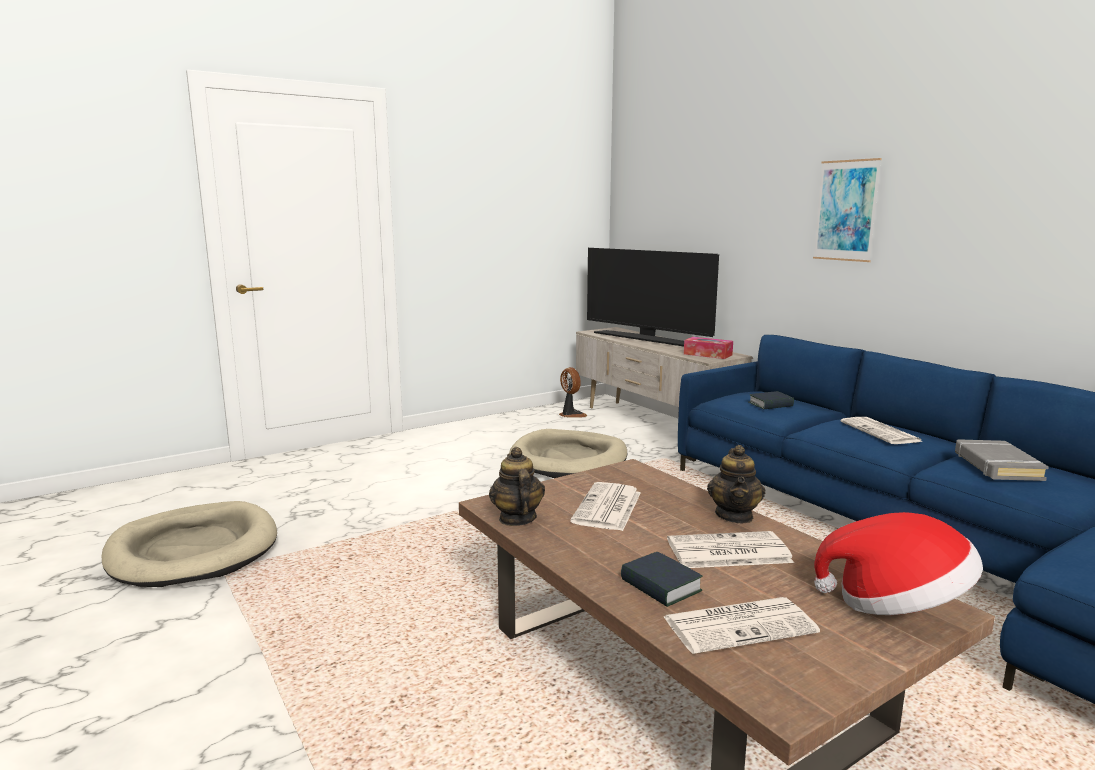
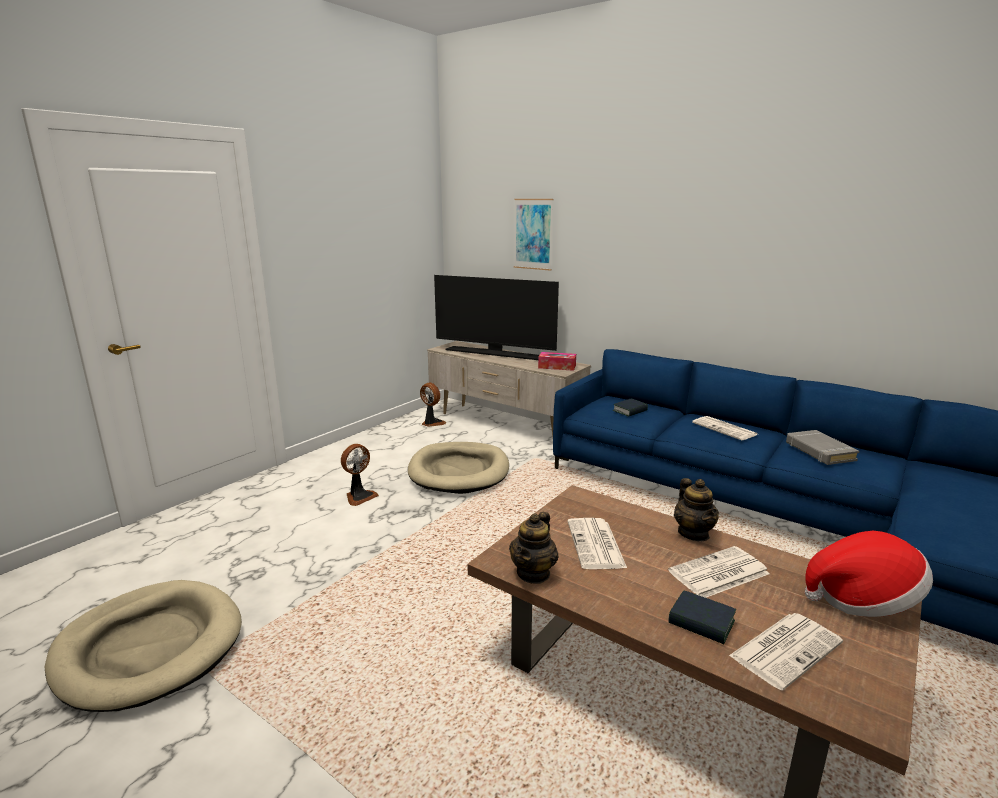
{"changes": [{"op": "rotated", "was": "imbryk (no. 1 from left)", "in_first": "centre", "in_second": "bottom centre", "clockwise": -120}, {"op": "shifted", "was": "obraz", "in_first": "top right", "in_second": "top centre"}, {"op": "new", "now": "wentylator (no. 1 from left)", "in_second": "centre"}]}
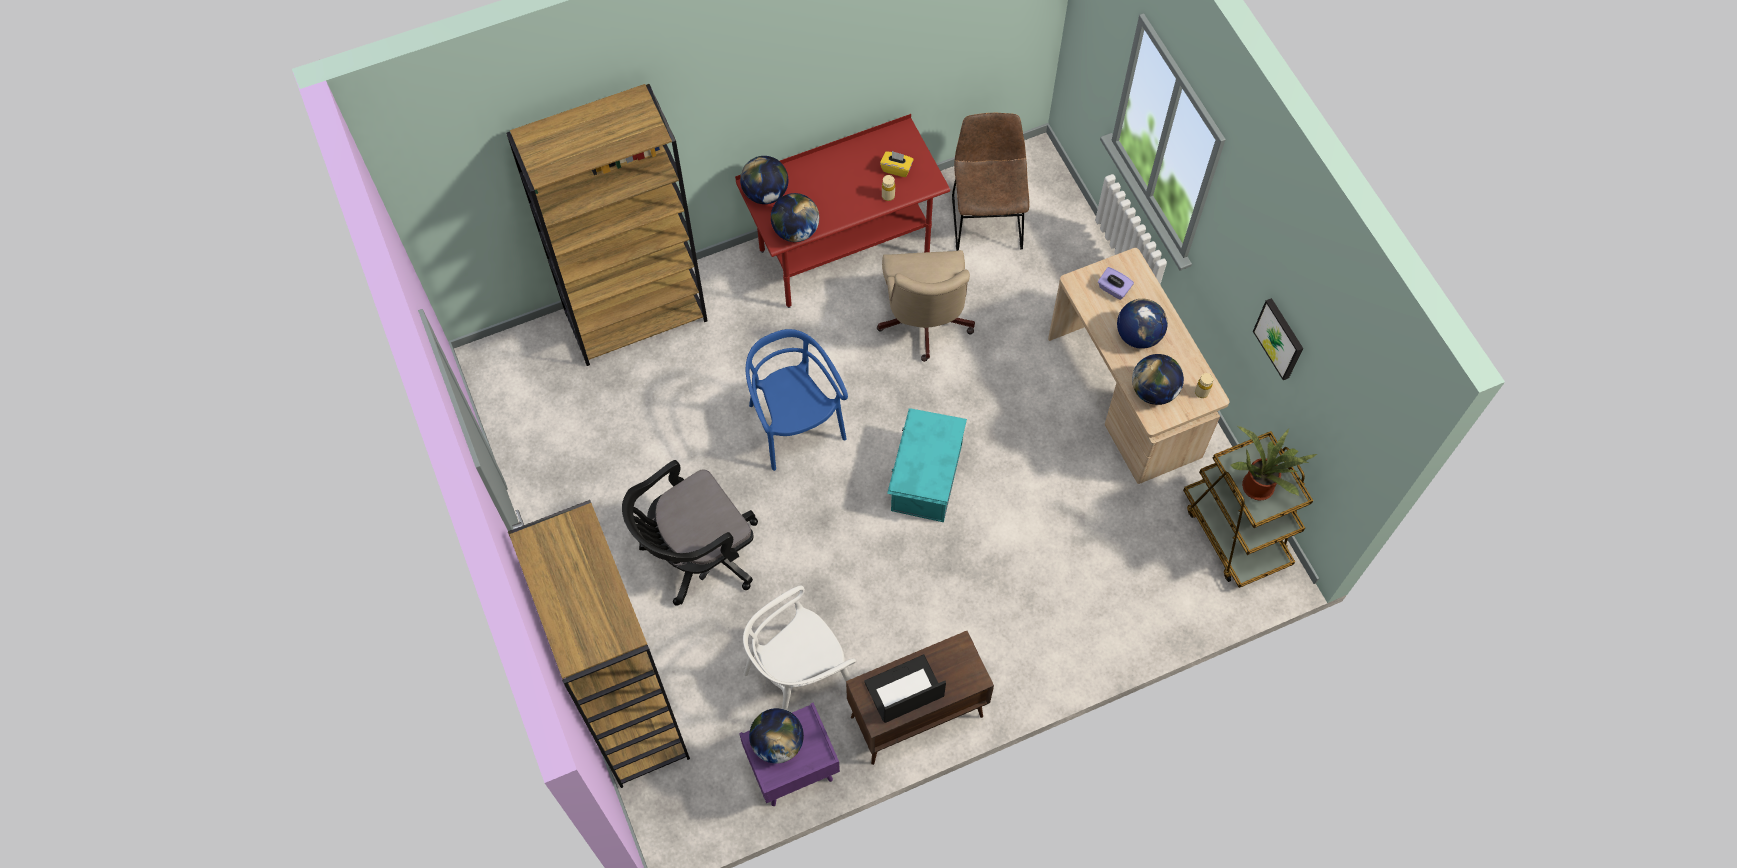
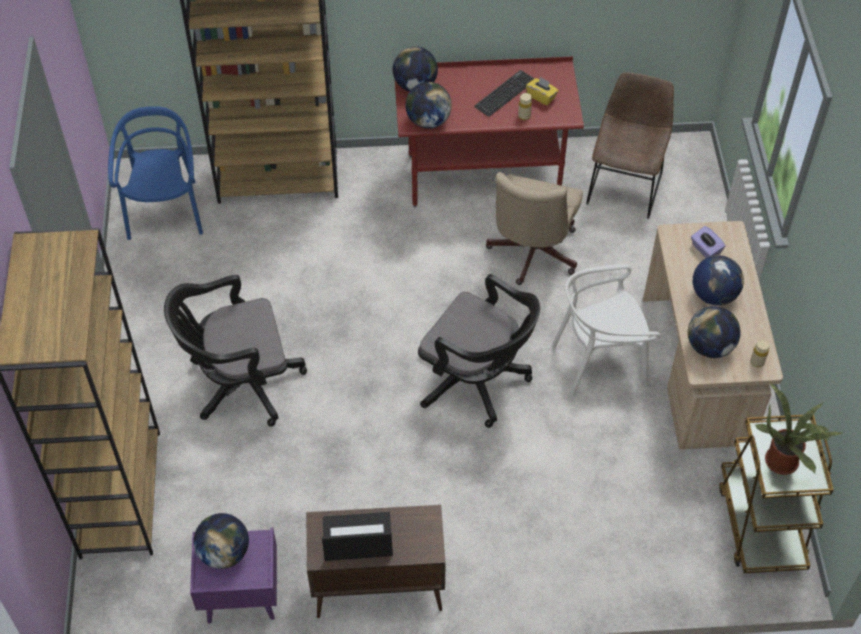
{"changes": [{"op": "shifted", "was": "krzesło (biały)", "in_first": "bottom centre", "in_second": "middle right"}, {"op": "shifted", "was": "krzesło (niebieski)", "in_first": "centre", "in_second": "top left"}, {"op": "swapped", "was": "pojemnik do przechowywania (turkusowy)", "now": "krzesło biurowe (czarny) (no. 2 from left)", "in_first": "centre", "in_second": "centre"}, {"op": "gone", "was": "obraz", "in_first": "middle right"}, {"op": "new", "now": "klawiatura", "in_second": "top centre"}]}
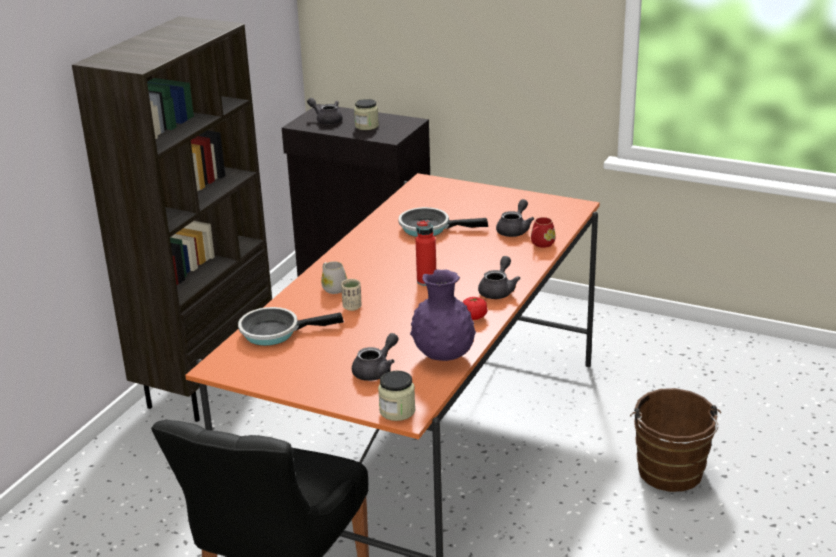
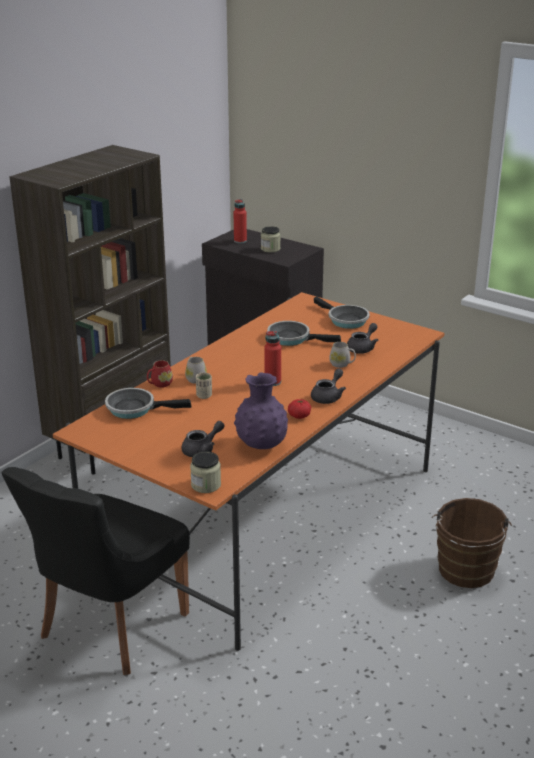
{"changes": [{"op": "swapped", "was": "imbryk (szary) (no. 1 from left)", "now": "butelka (czerwony) (no. 1 from left)", "in_first": "top centre", "in_second": "top centre"}, {"op": "shifted", "was": "kubek (czerwony)", "in_first": "centre", "in_second": "middle left"}, {"op": "new", "now": "patelnia (no. 3 from left)", "in_second": "centre"}, {"op": "new", "now": "kubek (biały) (no. 2 from left)", "in_second": "centre"}]}
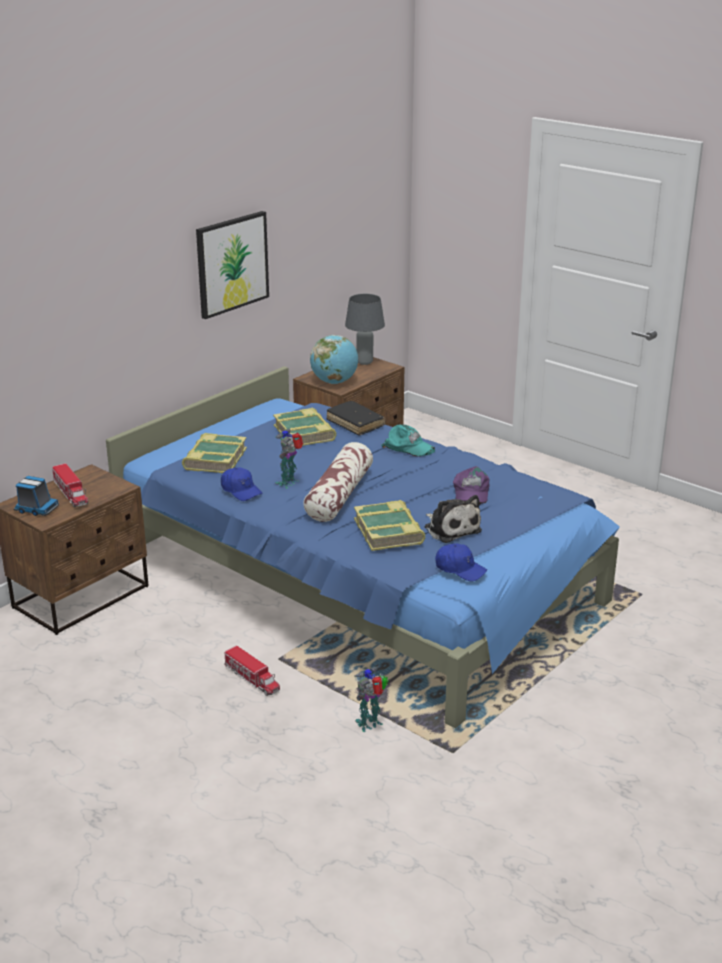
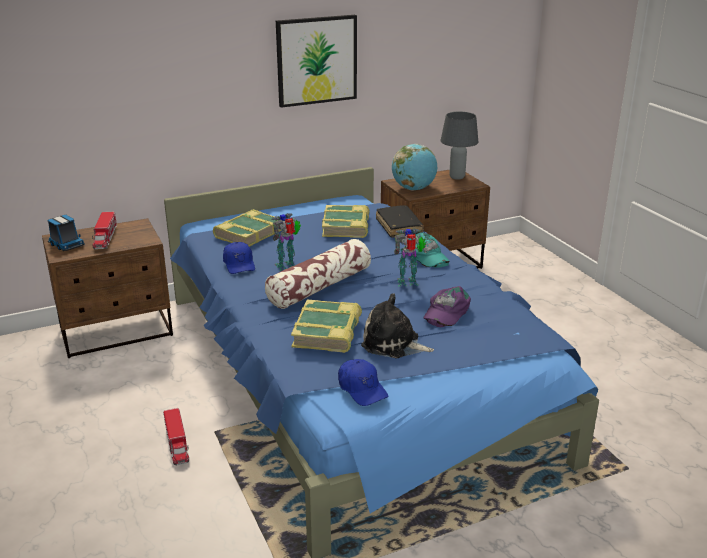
{"changes": [{"op": "shifted", "was": "robot zabawkowy (no. 2 from left)", "in_first": "bottom centre", "in_second": "centre"}, {"op": "rotated", "was": "pluszak", "in_first": "centre", "in_second": "centre", "clockwise": 120}]}
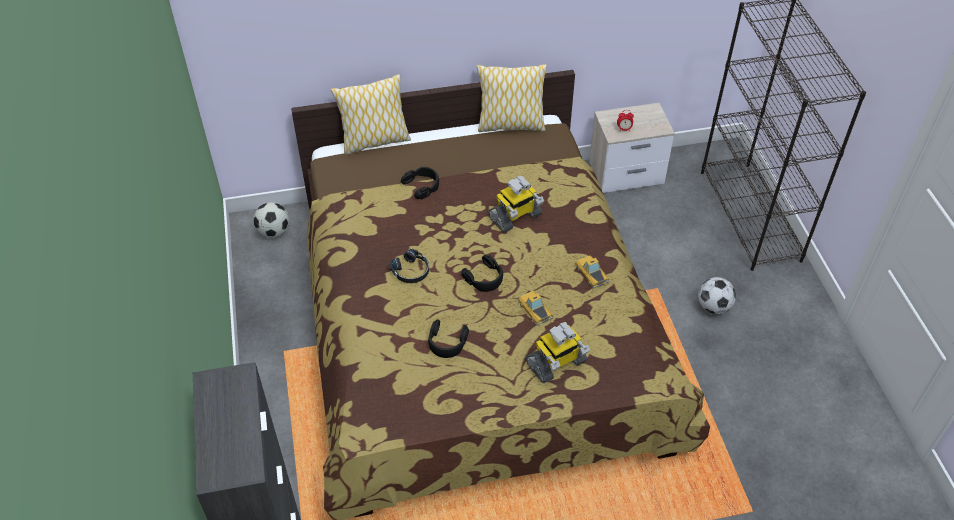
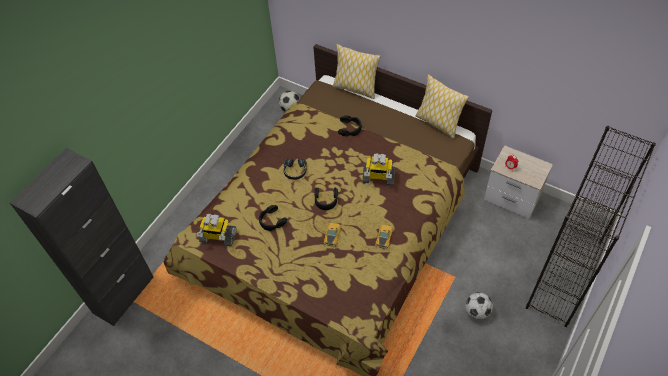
{"changes": [{"op": "shifted", "was": "robot zabawkowy (no. 2 from left in the first image)", "now": "robot zabawkowy (no. 1 from left)", "in_first": "bottom centre", "in_second": "middle left"}]}
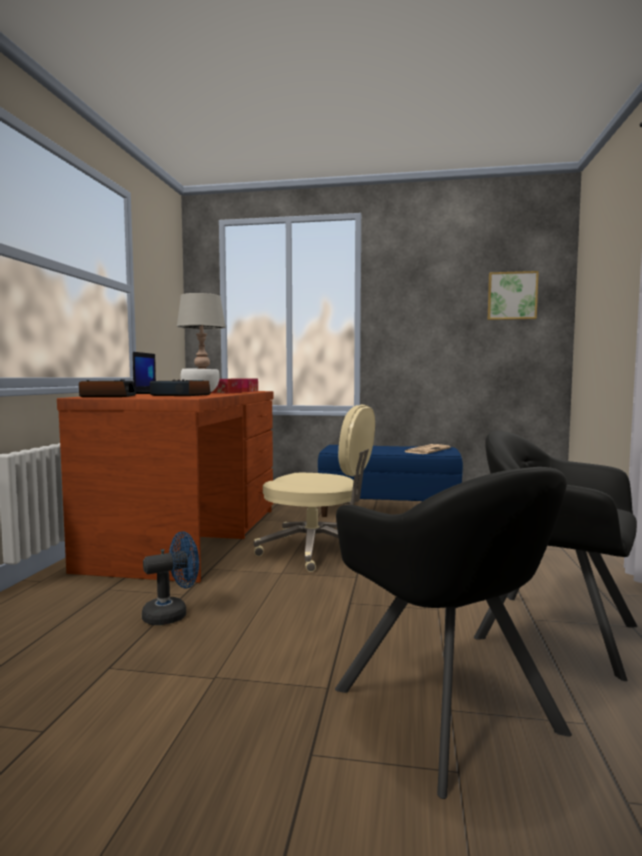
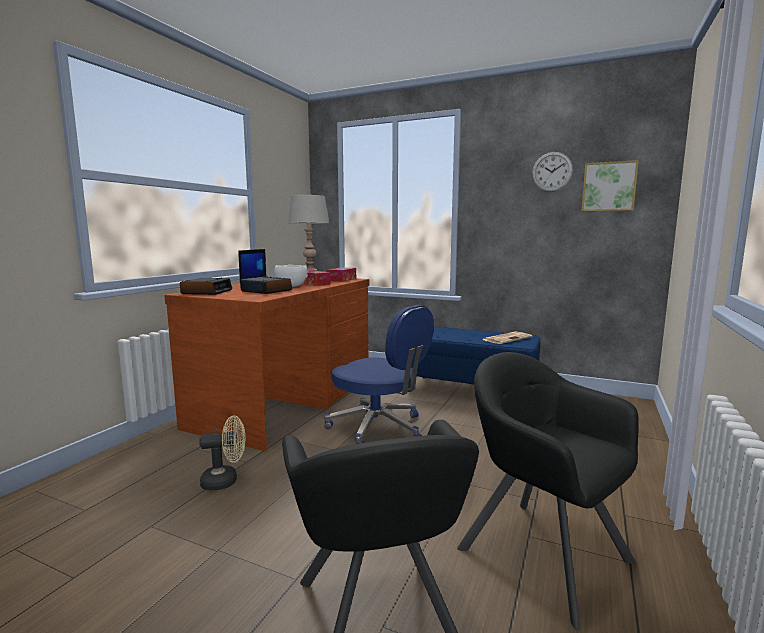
{"changes": [{"op": "repainted", "was": "wentylator (niebieski)", "now": "wentylator (beżowy)", "in_first": "bottom left", "in_second": "bottom left"}, {"op": "repainted", "was": "krzesło biurowe (beżowy)", "now": "krzesło biurowe (niebieski)", "in_first": "centre", "in_second": "centre"}, {"op": "new", "now": "zegar ścienny", "in_second": "top right"}]}
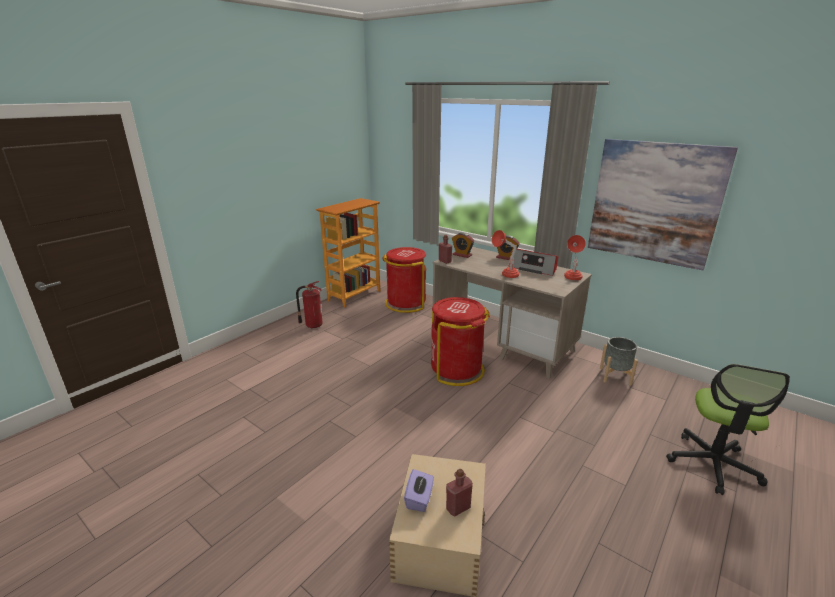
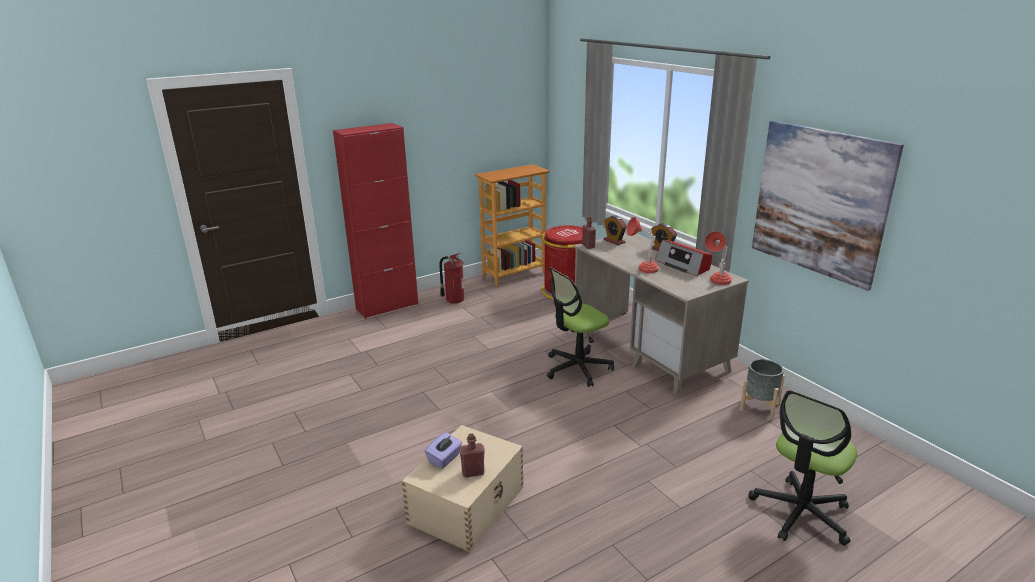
{"changes": [{"op": "swapped", "was": "kosz na śmieci (czerwony) (no. 2 from left)", "now": "krzesło biurowe (no. 1 from left)", "in_first": "centre", "in_second": "centre"}, {"op": "new", "now": "szafka (czerwony)", "in_second": "centre"}]}
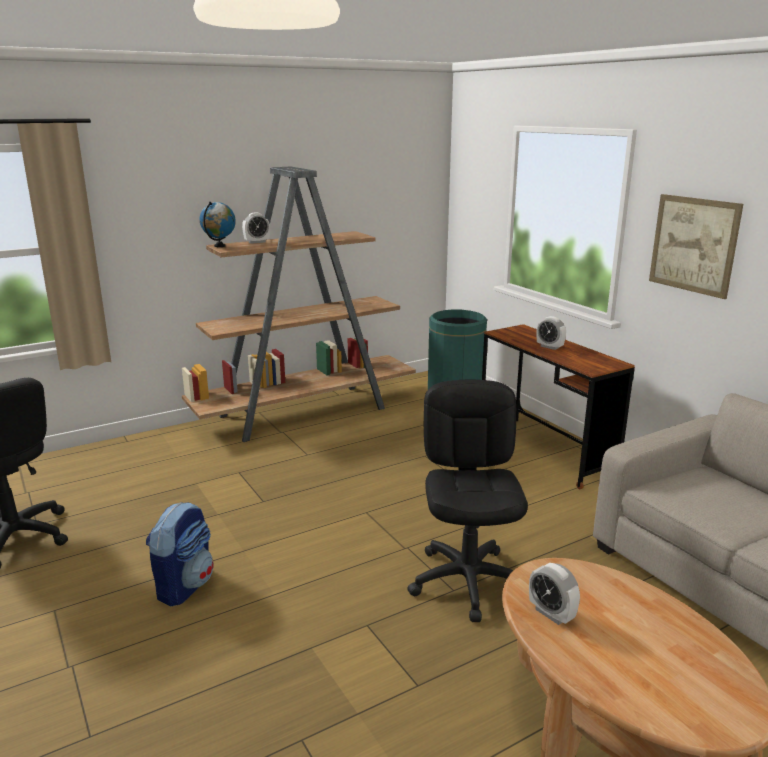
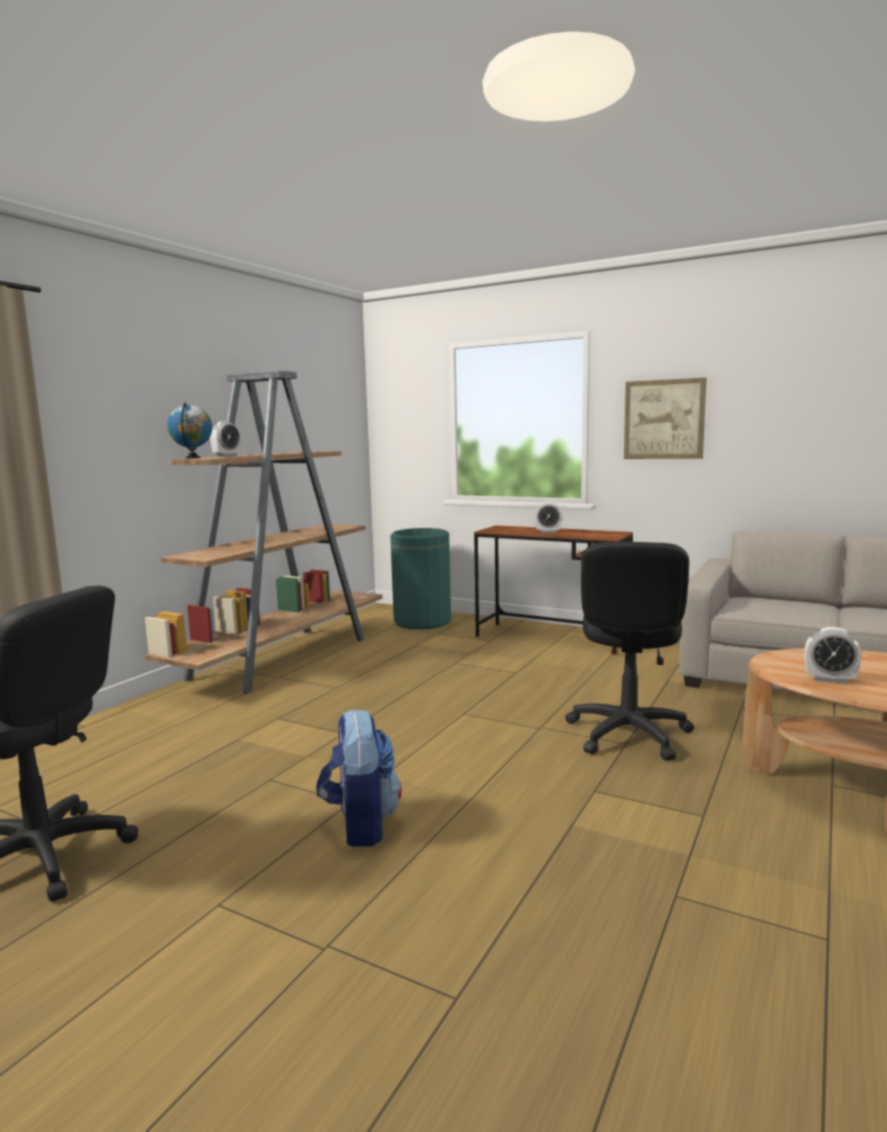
{"changes": [{"op": "rotated", "was": "krzesło biurowe (czarny) (no. 2 from left)", "in_first": "centre", "in_second": "middle right", "clockwise": -135}]}
